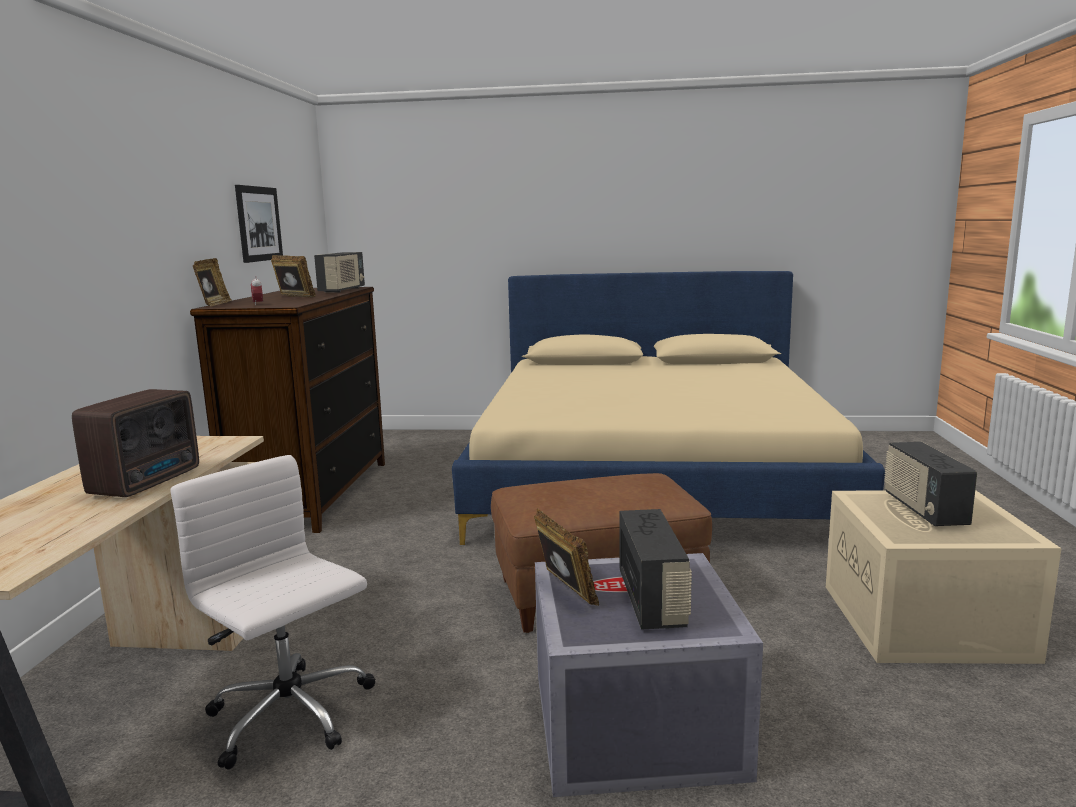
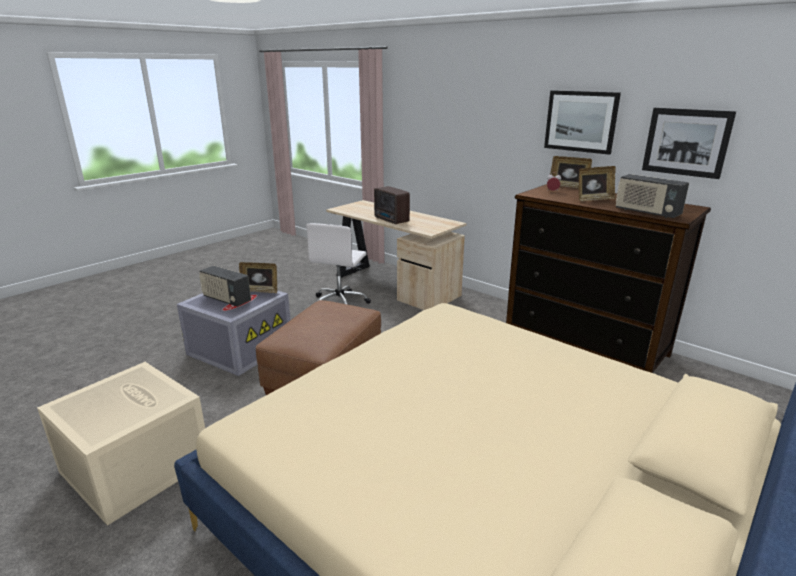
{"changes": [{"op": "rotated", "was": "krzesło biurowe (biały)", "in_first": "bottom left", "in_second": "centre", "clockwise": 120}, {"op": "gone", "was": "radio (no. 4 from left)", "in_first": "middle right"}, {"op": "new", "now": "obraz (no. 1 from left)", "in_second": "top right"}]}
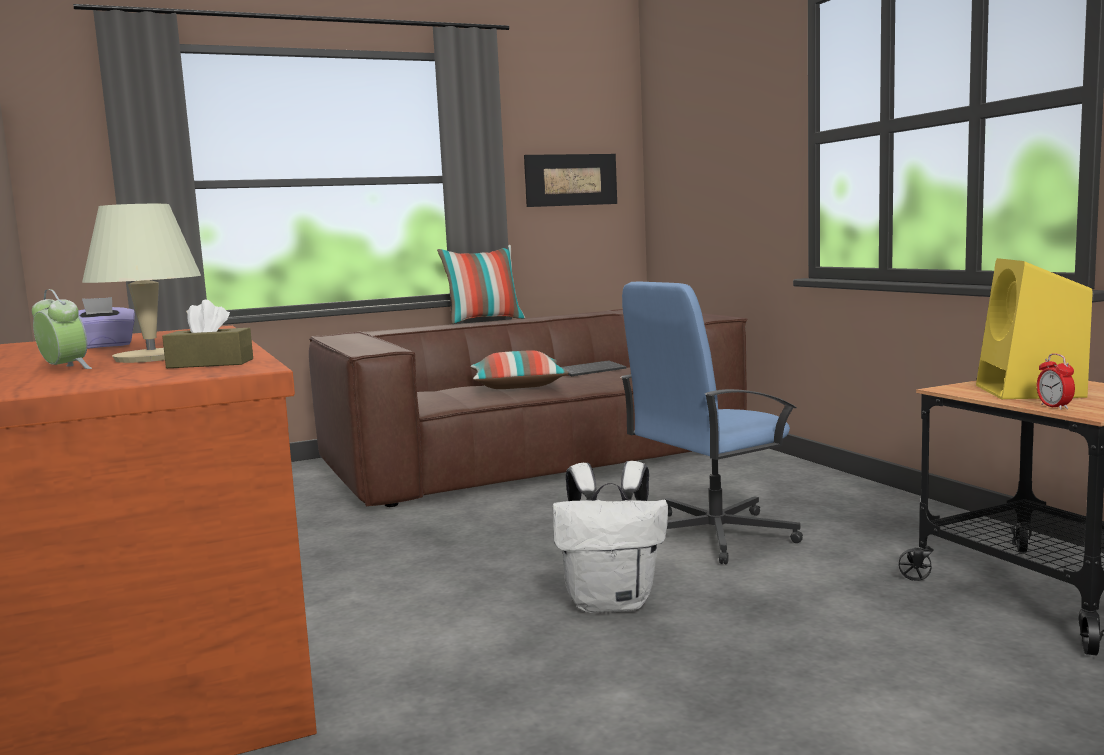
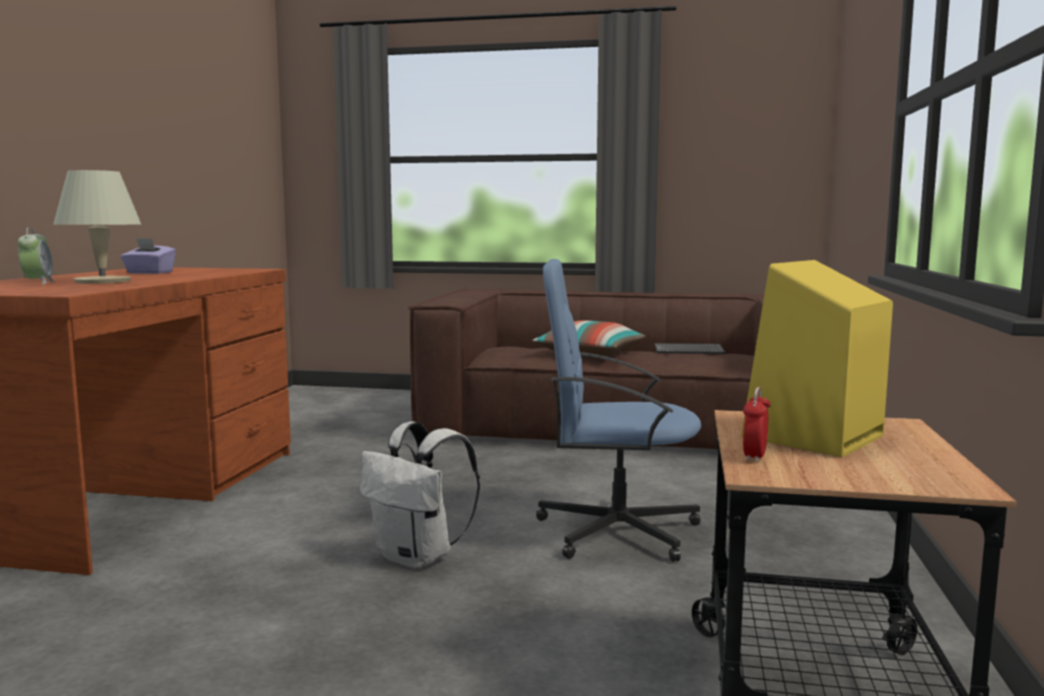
{"changes": [{"op": "gone", "was": "pudełko chusteczek (brązowy)", "in_first": "middle left"}, {"op": "gone", "was": "poduszka (no. 1 from left)", "in_first": "centre"}, {"op": "gone", "was": "obraz", "in_first": "top centre"}]}
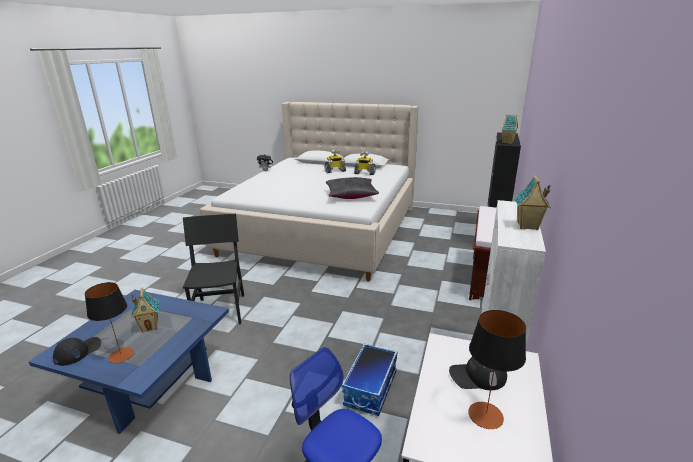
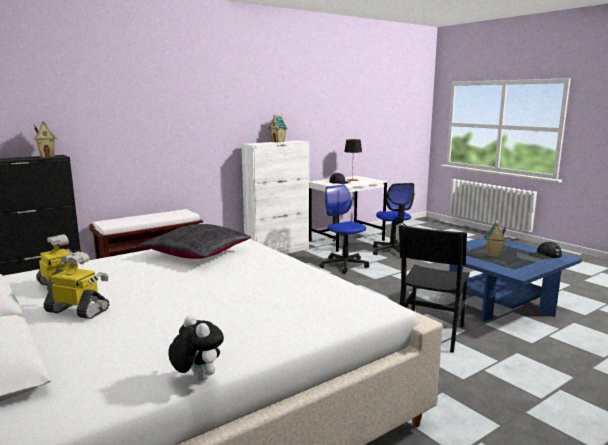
{"changes": [{"op": "gone", "was": "lampa stołowa (no. 1 from left)", "in_first": "bottom left"}, {"op": "swapped", "was": "pojemnik do przechowywania", "now": "krzesło biurowe (no. 1 from left)", "in_first": "bottom centre", "in_second": "centre"}]}
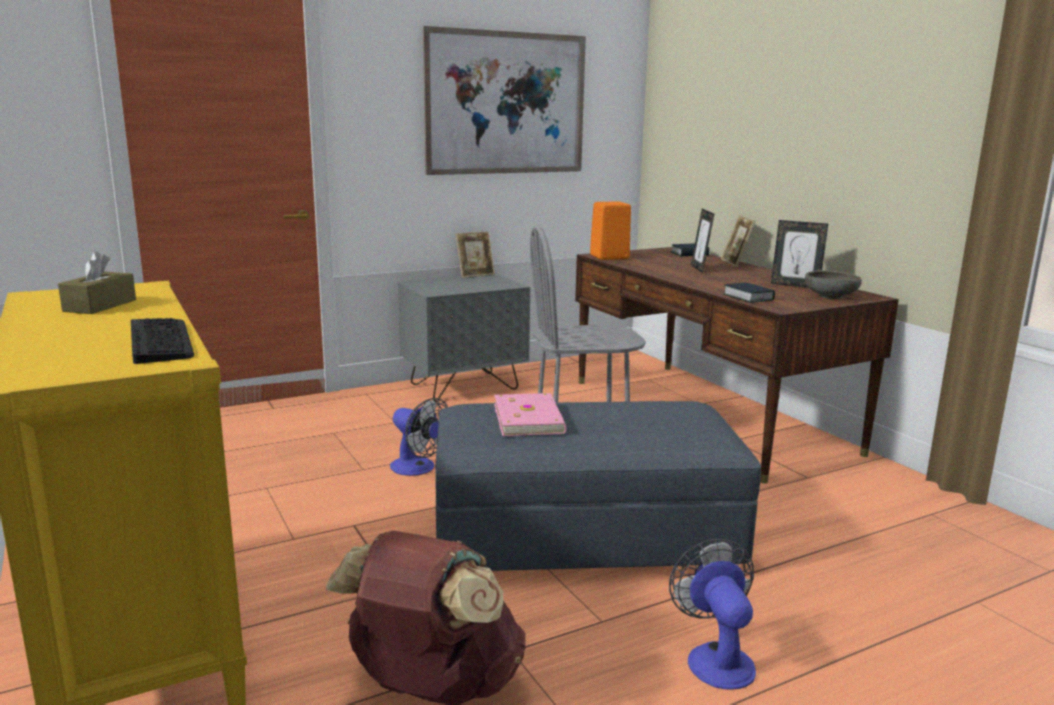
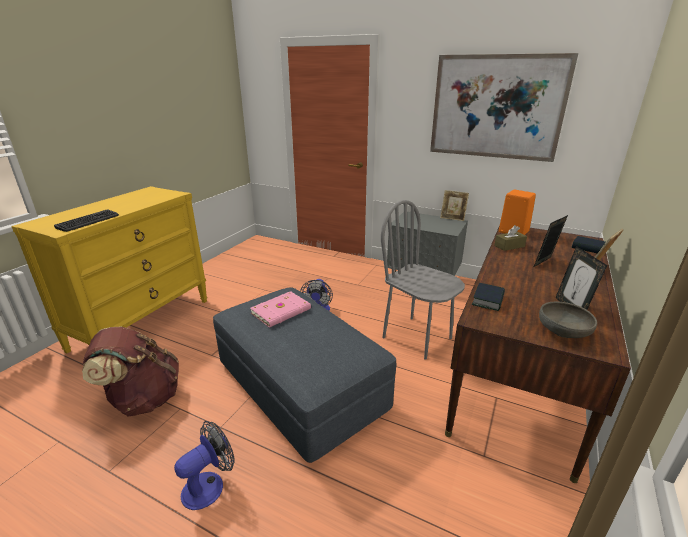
{"changes": [{"op": "shifted", "was": "pudełko chusteczek (brązowy)", "in_first": "middle left", "in_second": "middle right"}]}
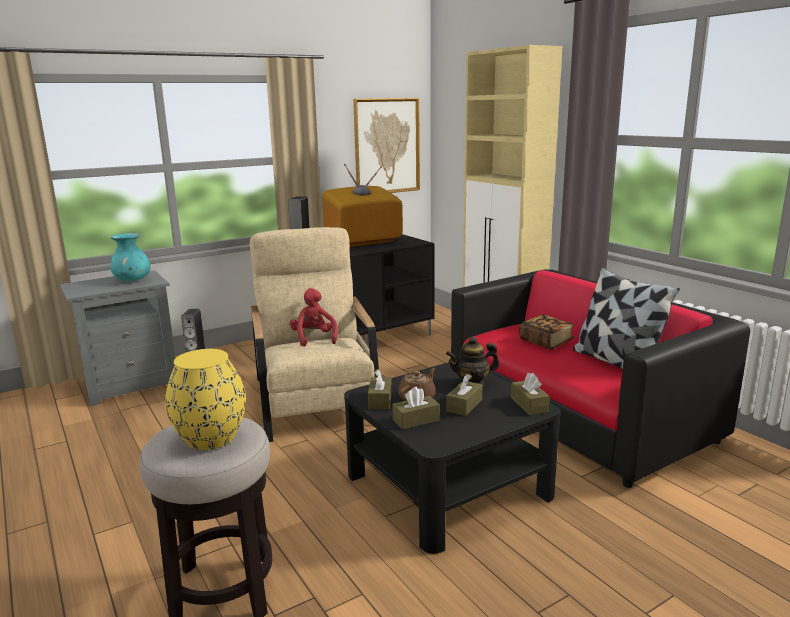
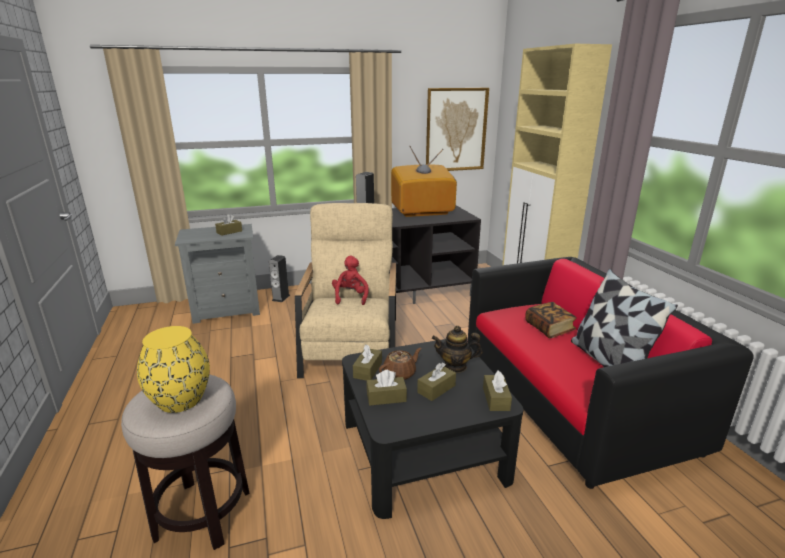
{"changes": [{"op": "swapped", "was": "wazon (turkusowy)", "now": "pudełko chusteczek (brązowy) (no. 1 from left)", "in_first": "middle left", "in_second": "middle left"}]}
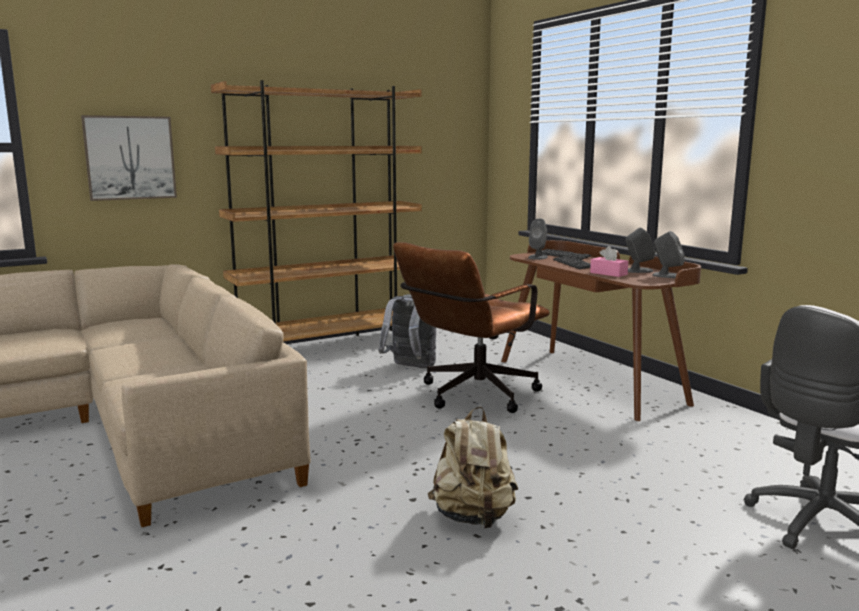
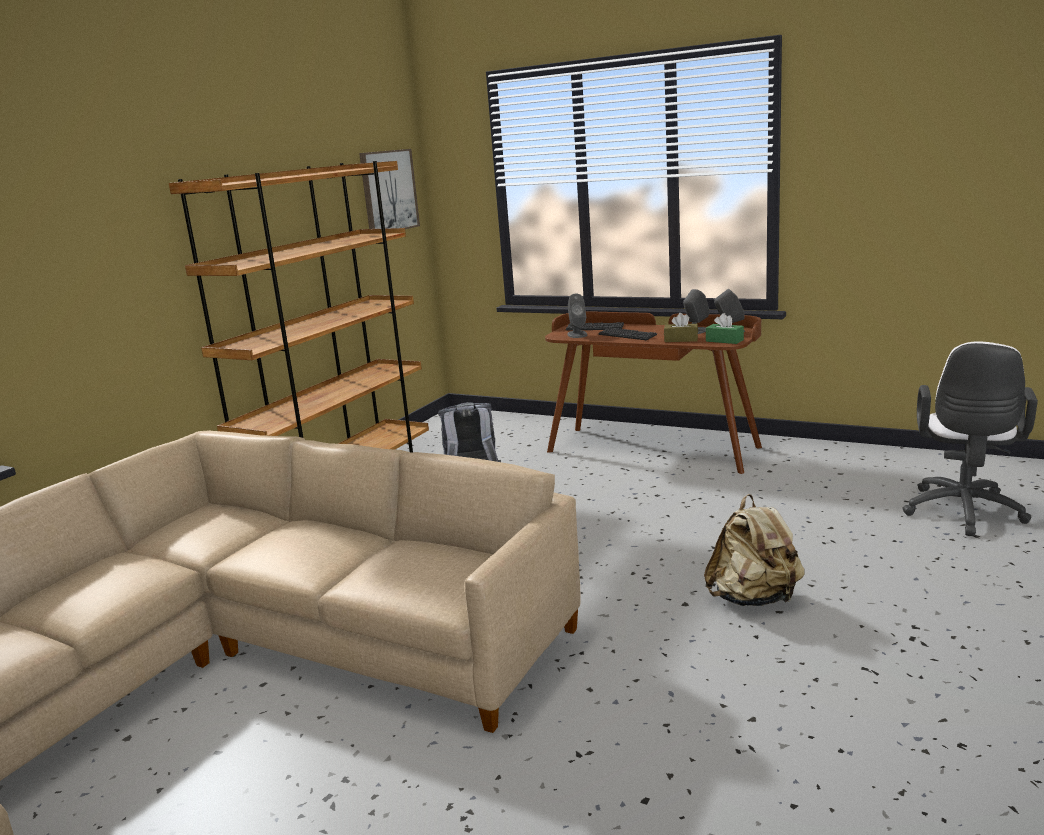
{"changes": [{"op": "shifted", "was": "obraz", "in_first": "top left", "in_second": "top centre"}, {"op": "gone", "was": "krzesło biurowe (brązowy)", "in_first": "centre"}, {"op": "repainted", "was": "pudełko chusteczek (różowy)", "now": "pudełko chusteczek (brązowy)", "in_first": "middle right", "in_second": "centre"}, {"op": "new", "now": "pudełko chusteczek (zielony)", "in_second": "middle right"}]}
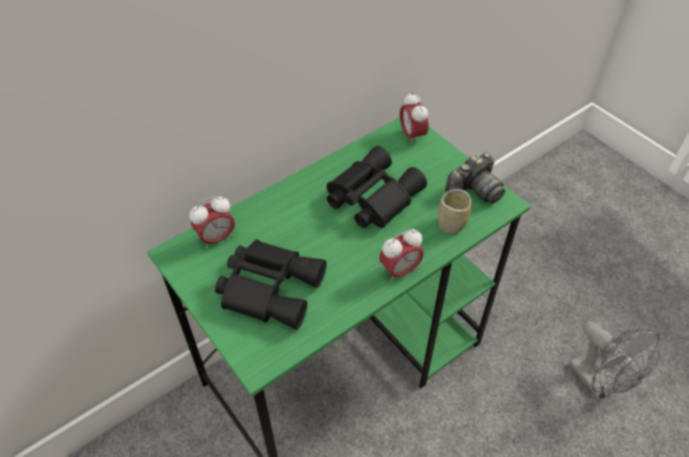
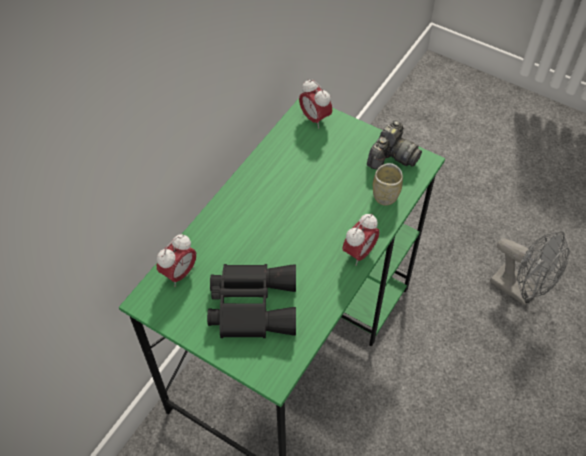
{"changes": [{"op": "gone", "was": "lornetka (czarny) (no. 2 from left)", "in_first": "centre"}]}
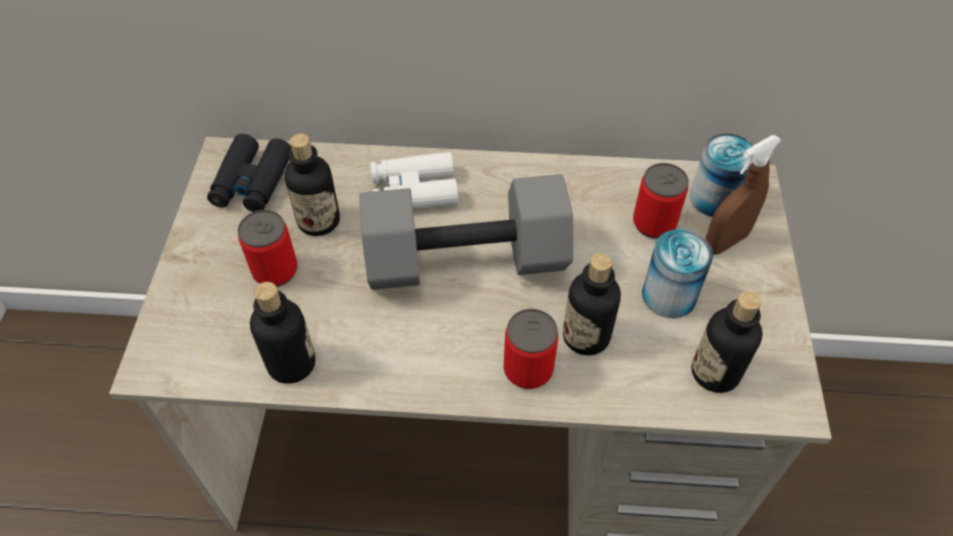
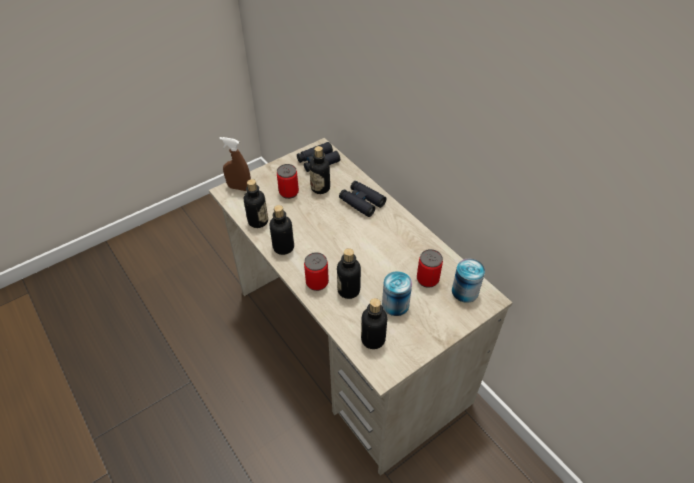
{"changes": [{"op": "gone", "was": "hantel (szary)", "in_first": "centre"}, {"op": "repainted", "was": "lornetka (biały)", "now": "lornetka (czarny) (no. 2 from left)", "in_first": "centre", "in_second": "centre"}, {"op": "shifted", "was": "spryskiwacz (brązowy)", "in_first": "middle right", "in_second": "centre"}, {"op": "new", "now": "butelka (no. 2 from left)", "in_second": "centre"}]}
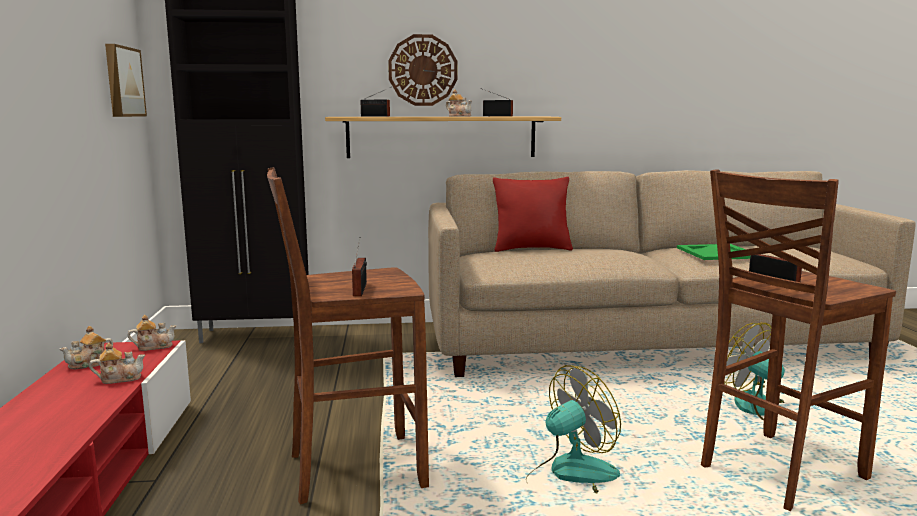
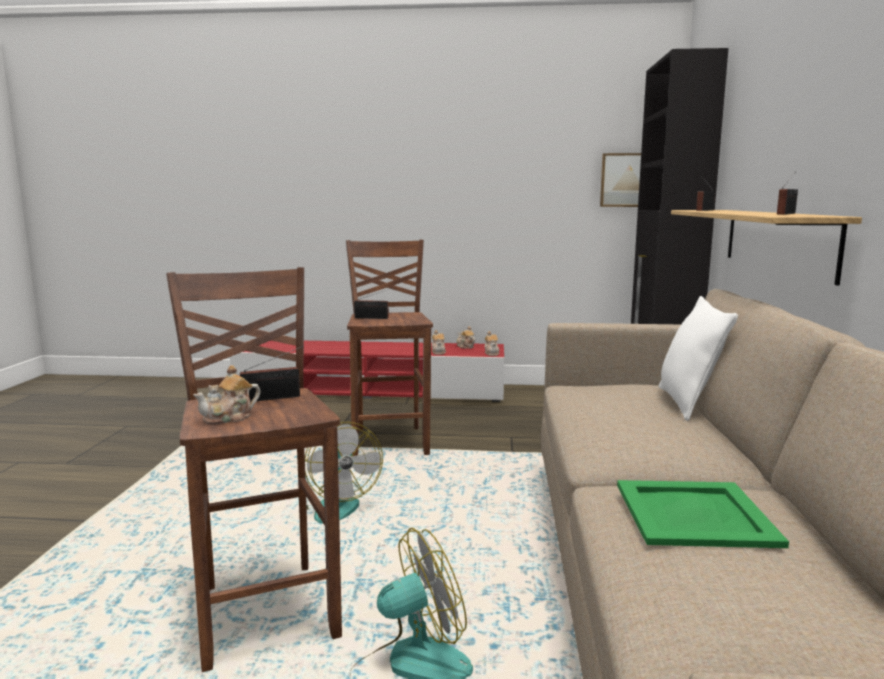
{"changes": [{"op": "gone", "was": "zegar ścienny", "in_first": "top centre"}, {"op": "shifted", "was": "imbryk (no. 4 from left in the first image)", "now": "imbryk (no. 1 from left)", "in_first": "top centre", "in_second": "middle left"}, {"op": "repainted", "was": "poduszka (czerwony)", "now": "poduszka (biały)", "in_first": "centre", "in_second": "middle right"}]}
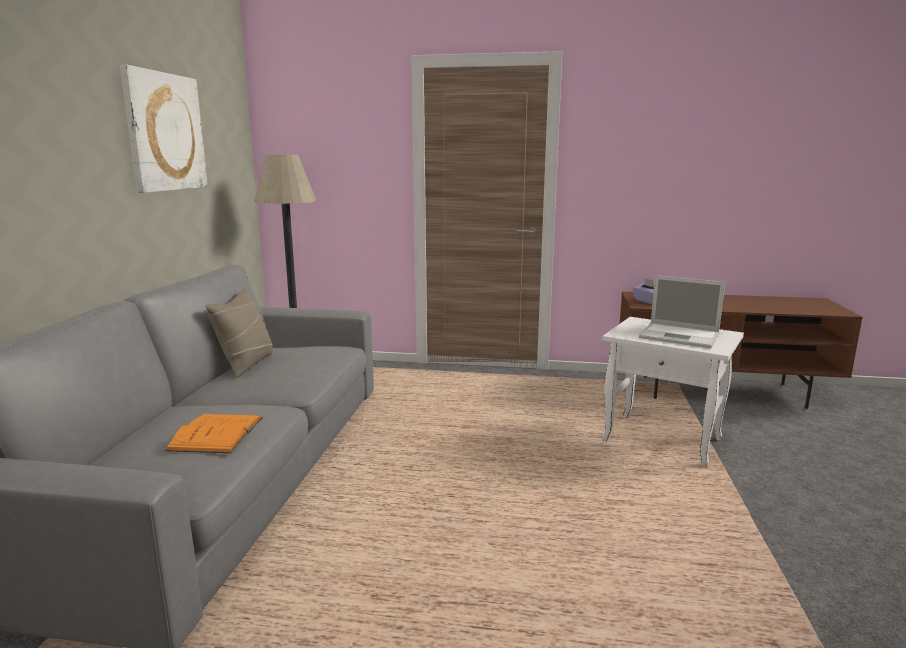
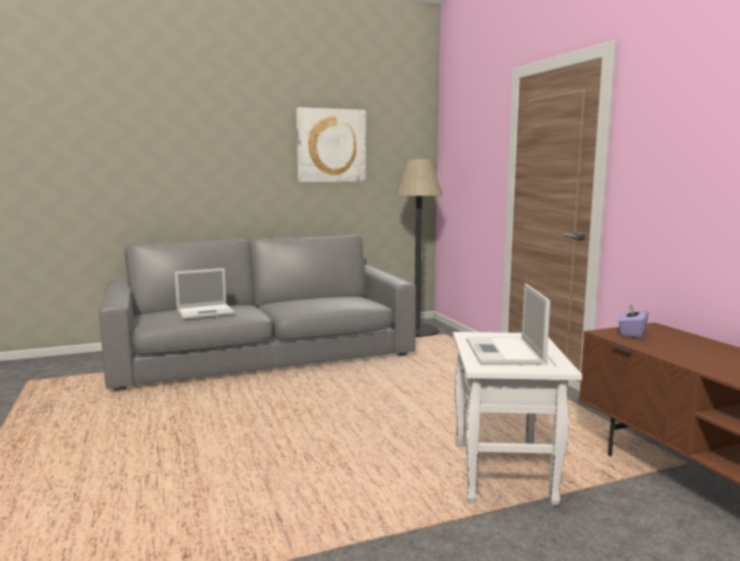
{"changes": [{"op": "swapped", "was": "książka (pomarańczowy)", "now": "laptop (no. 1 from left)", "in_first": "bottom left", "in_second": "middle left"}, {"op": "gone", "was": "poduszka (beżowy)", "in_first": "middle left"}]}
